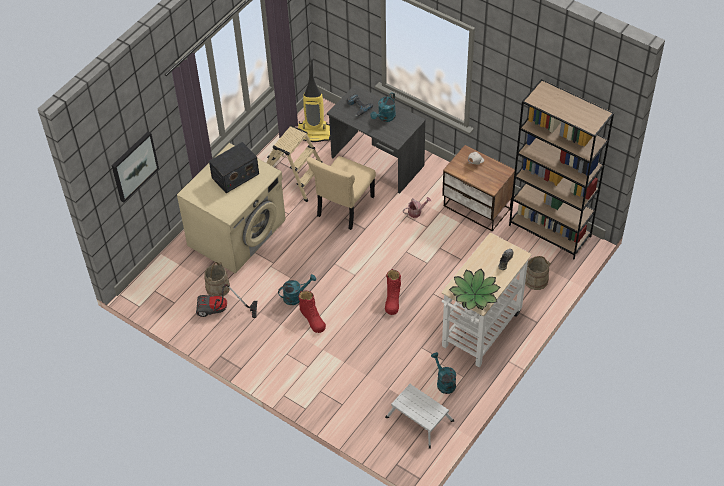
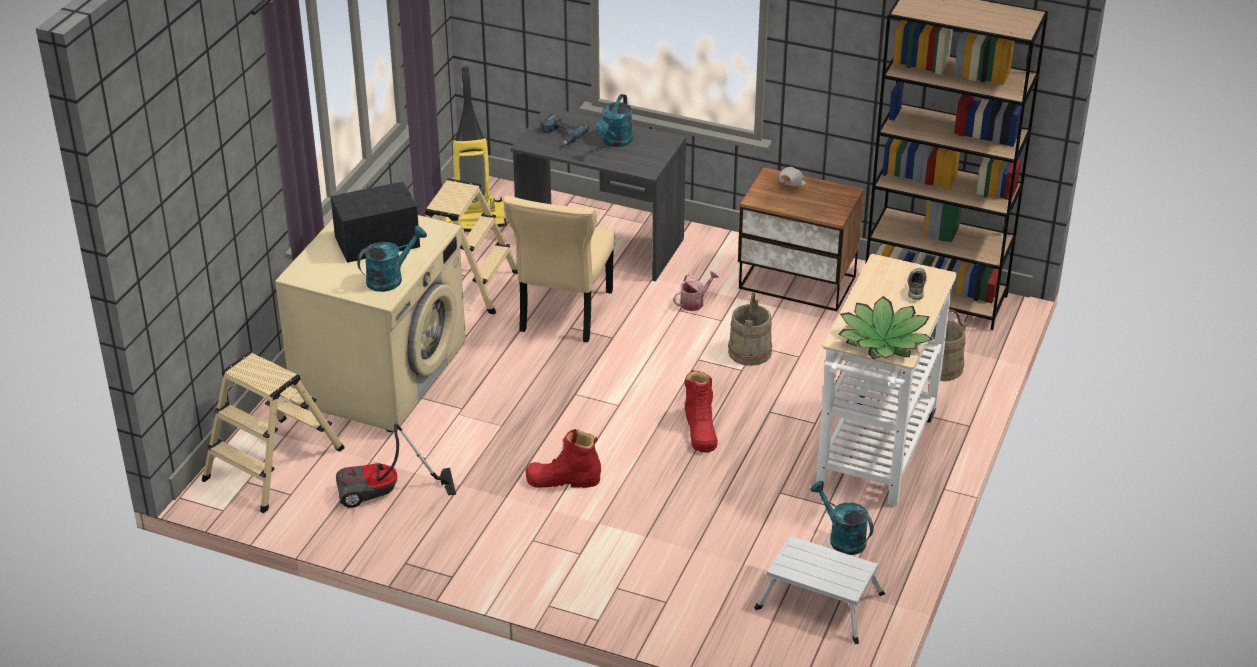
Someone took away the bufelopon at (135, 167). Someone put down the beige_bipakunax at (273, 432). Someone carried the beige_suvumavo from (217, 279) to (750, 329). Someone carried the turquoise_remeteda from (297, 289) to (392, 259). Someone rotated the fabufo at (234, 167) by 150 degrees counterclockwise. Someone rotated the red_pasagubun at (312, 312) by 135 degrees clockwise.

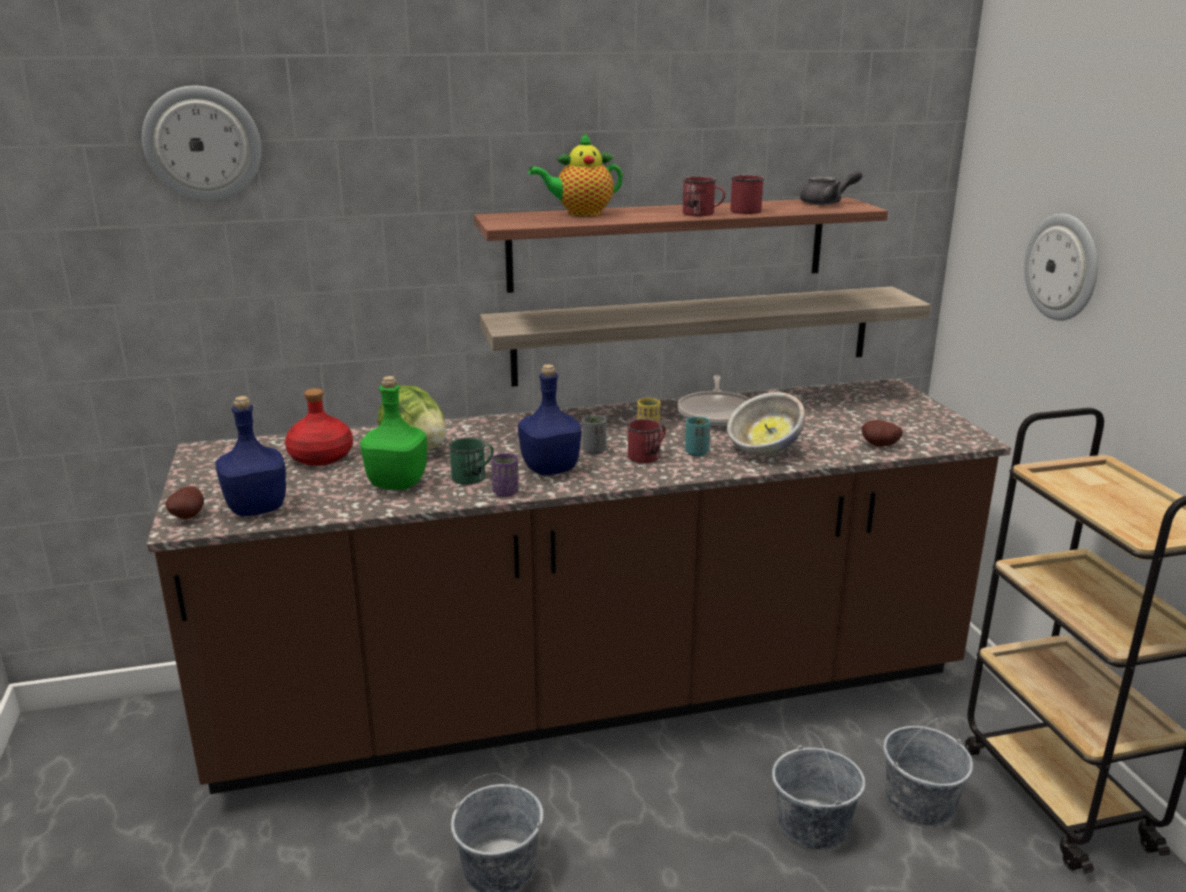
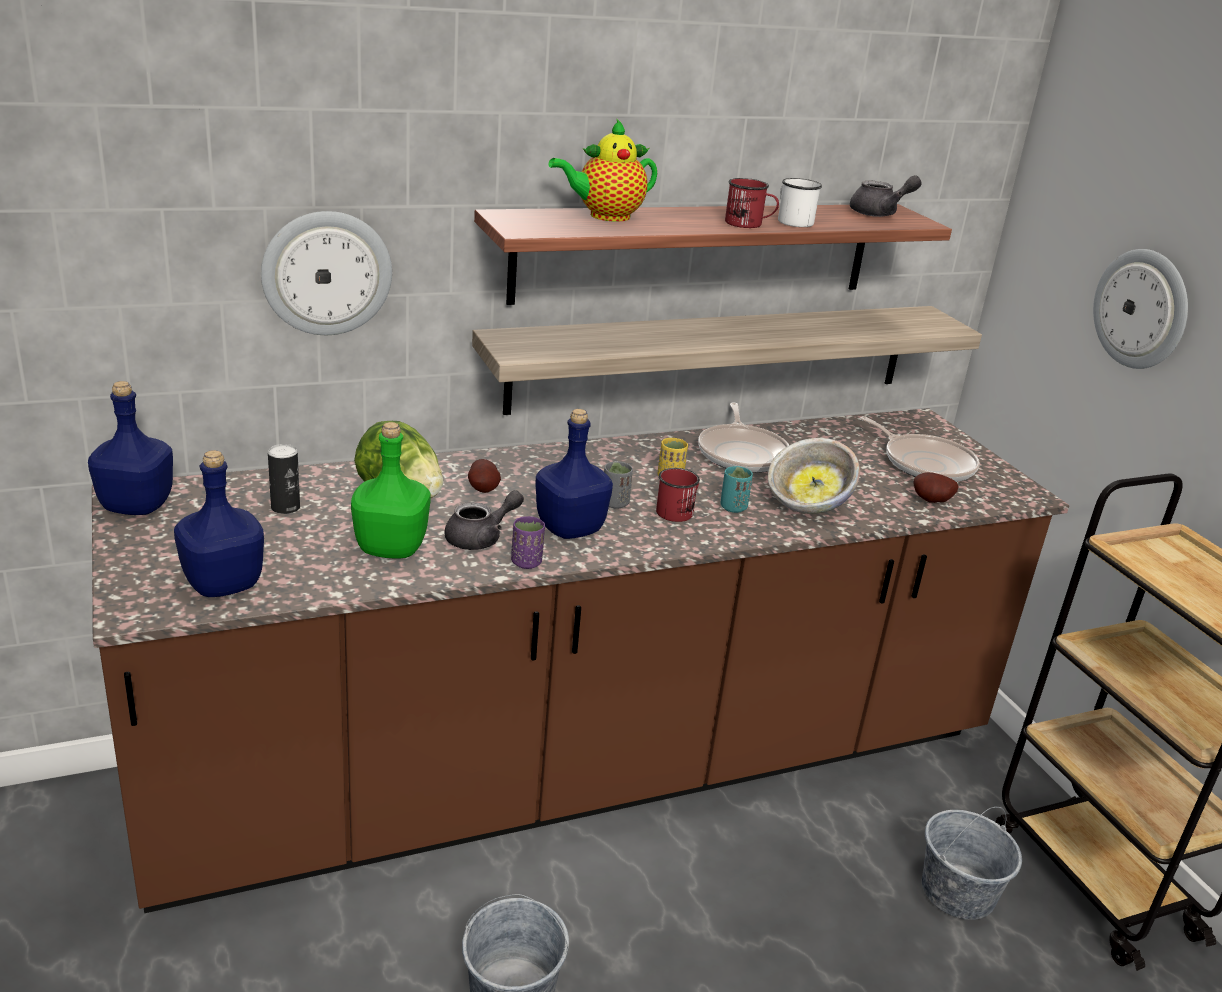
Someone took away the grey_suvumavo at (819, 790). Someone put down the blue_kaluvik at (130, 448). Someone put down the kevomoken at (920, 449). Someone carried the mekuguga from (202, 144) to (326, 273). Someone carried the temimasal from (185, 502) to (484, 476). Someone swapped the red_kaluvik at (319, 427) for the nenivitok at (284, 479). Someone swapped the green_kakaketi at (471, 460) for the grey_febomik at (484, 520). Someone repainted the red_kakaketi at (747, 194), which became the white_kakaketi at (800, 202).

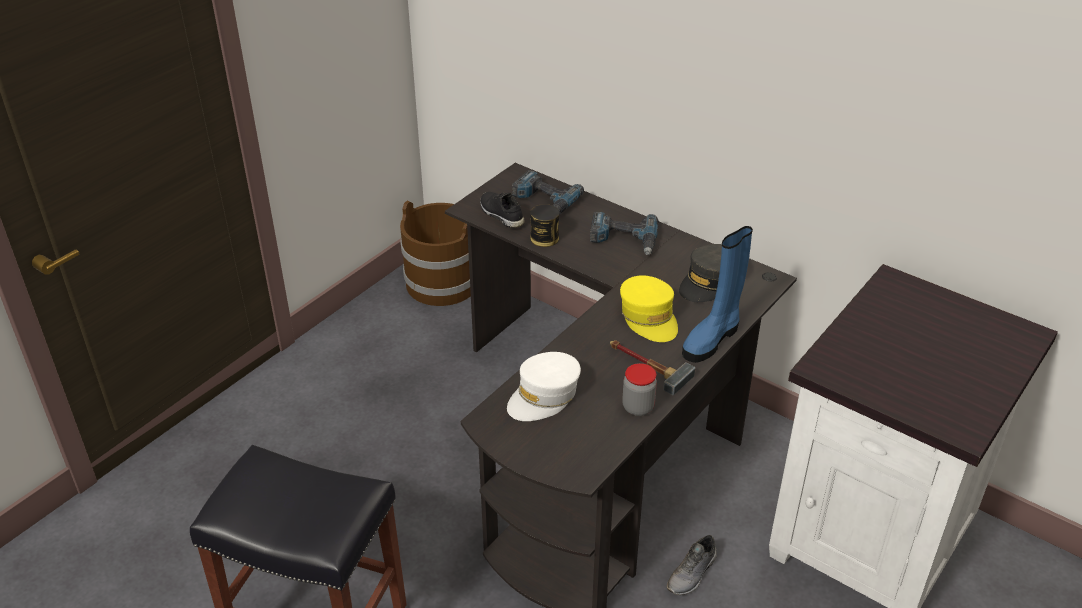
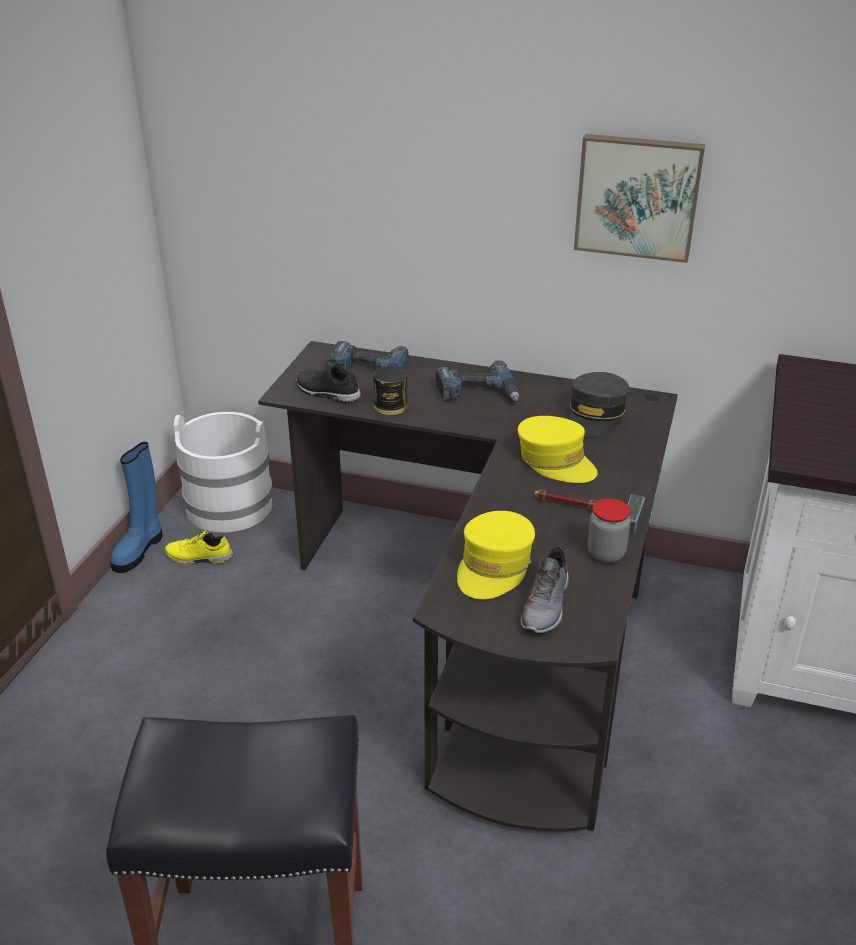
Someone put down the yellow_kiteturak at (199, 547). Someone put up the bufelopon at (639, 198). Someone carried the grey_kiteturak from (692, 565) to (544, 589). Someone carried the blue_pasagubun from (717, 294) to (136, 507). Someone repainted the brown_suvumavo at (435, 253), which became the white_suvumavo at (223, 472). Someone repainted the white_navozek at (544, 386), which became the yellow_navozek at (496, 555).

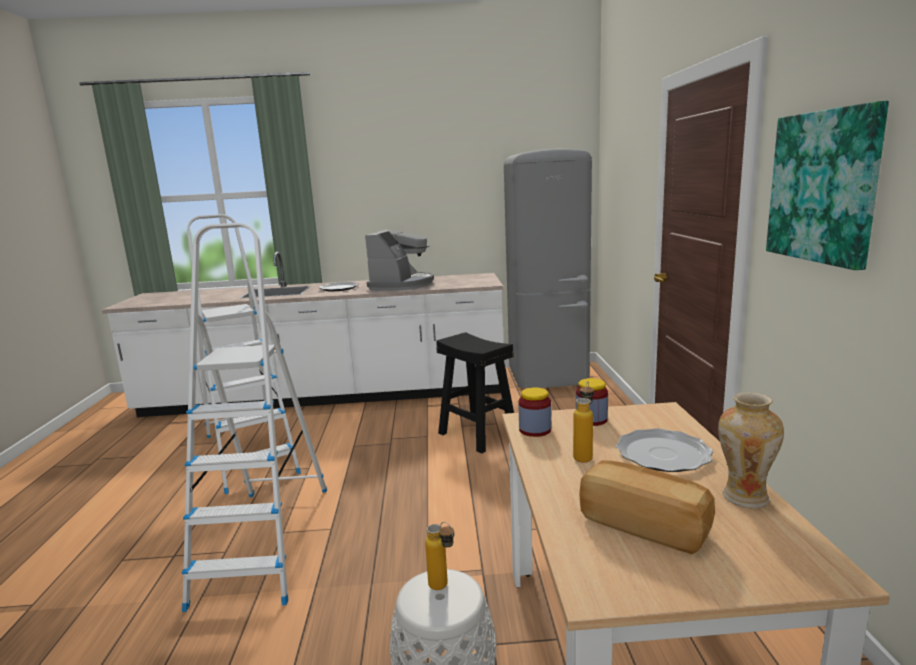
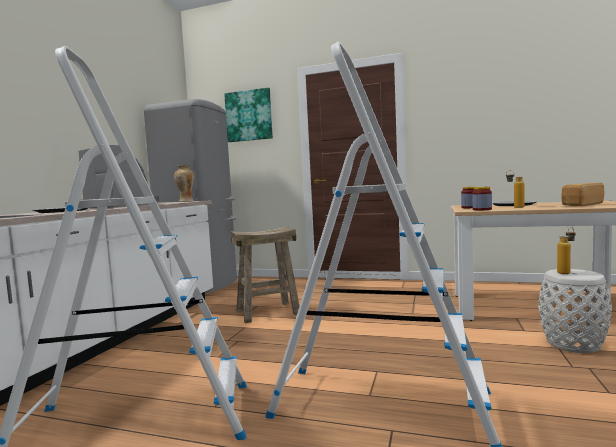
Someone carried the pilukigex from (751, 450) to (184, 183). Someone carried the bufelopon from (827, 185) to (248, 115). Someone repainted the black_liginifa at (475, 393), which became the beige_liginifa at (265, 275).

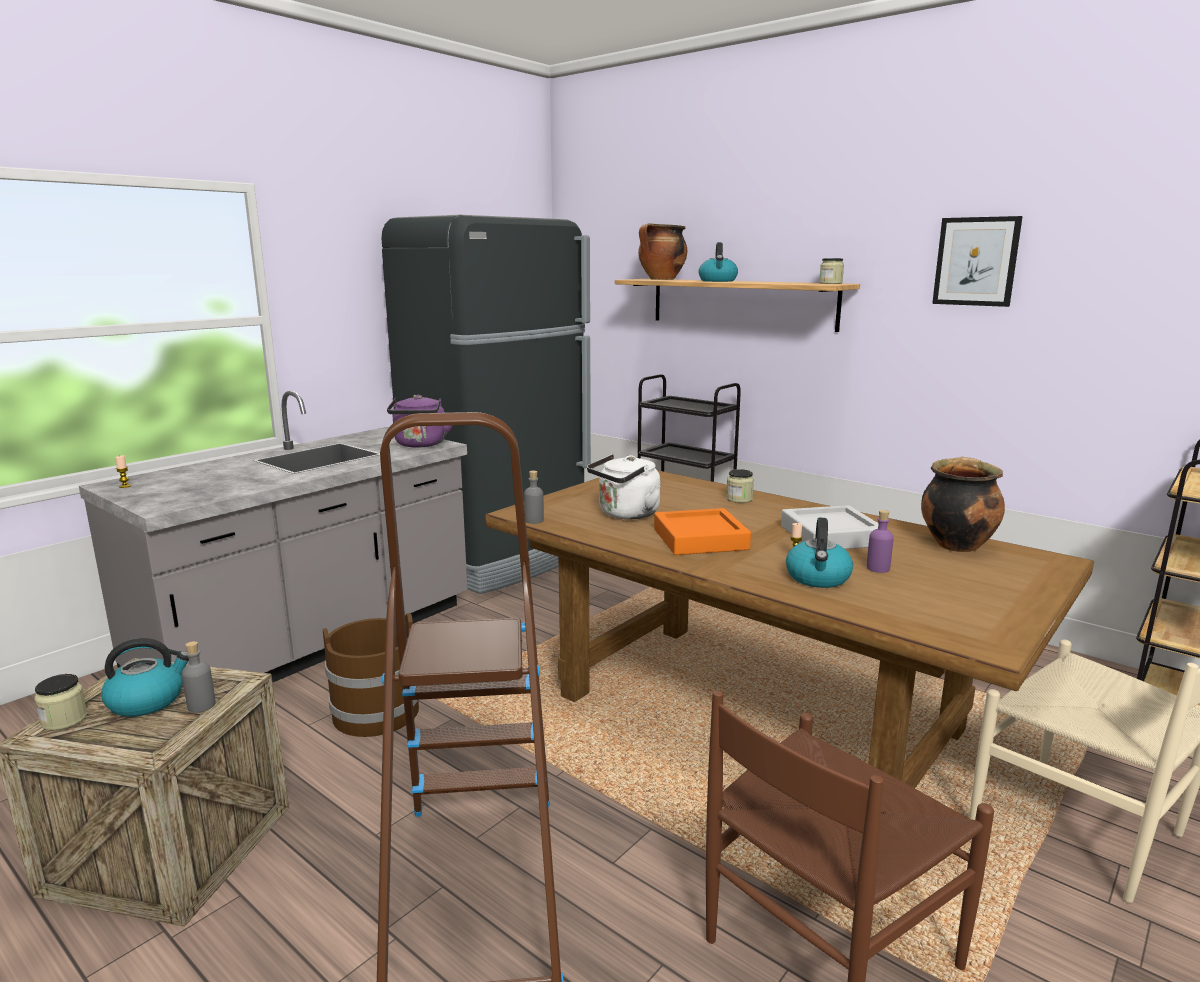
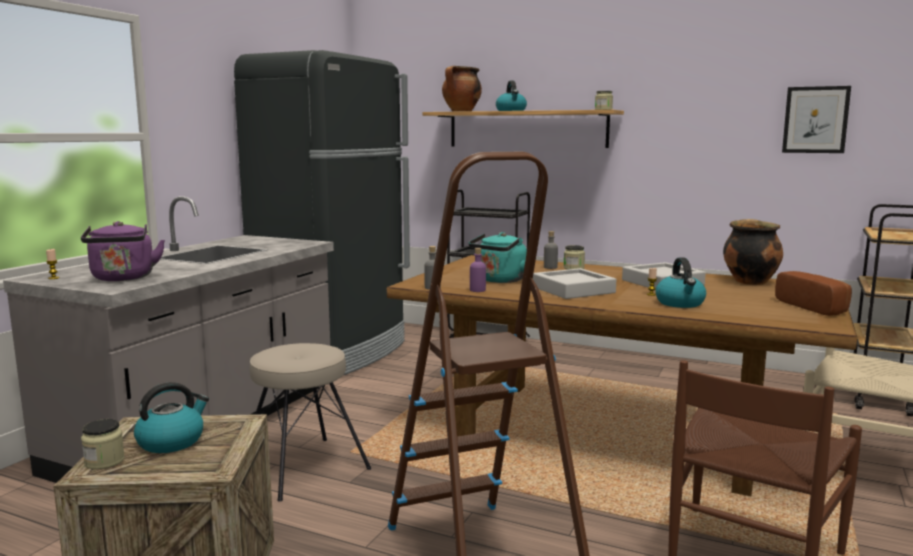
Someone put down the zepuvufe at (813, 293). Someone carried the grey_kaluvik from (199, 676) to (551, 250). Someone carried the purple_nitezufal from (421, 421) to (123, 251). Someone carried the purple_kaluvik from (880, 541) to (478, 270). Someone carried the bufelopon from (977, 261) to (816, 119). Someone swapped the brown_suvumavo at (371, 675) for the beige_liginifa at (310, 422). Someone repainted the white_nitezufal at (624, 486), which became the turquoise_nitezufal at (498, 257). Someone repainted the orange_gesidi at (702, 531), which became the grey_gesidi at (574, 283).

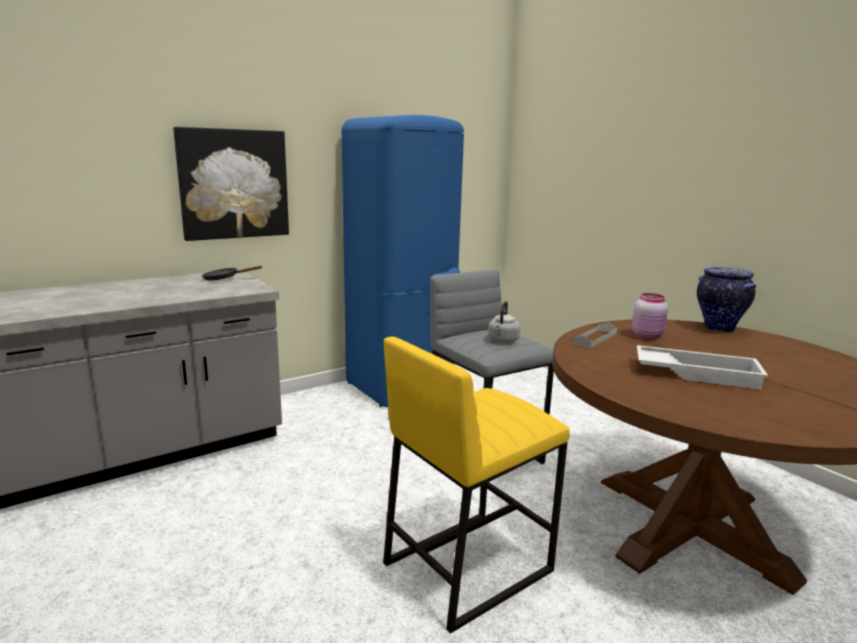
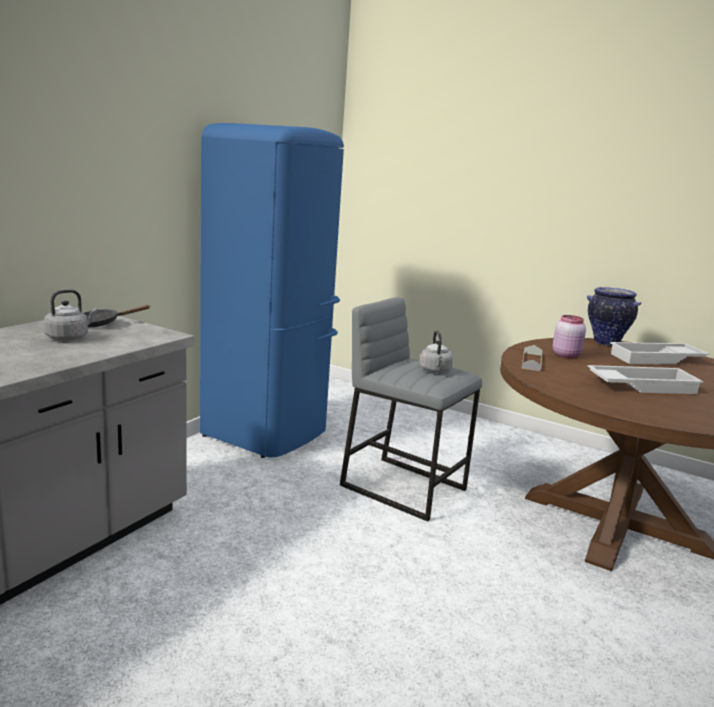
Someone took away the bufelopon at (231, 184). Someone took away the yellow_liginifa at (476, 485). Someone put down the grey_nitezufal at (71, 315). Someone put down the white_gesidi at (660, 353).

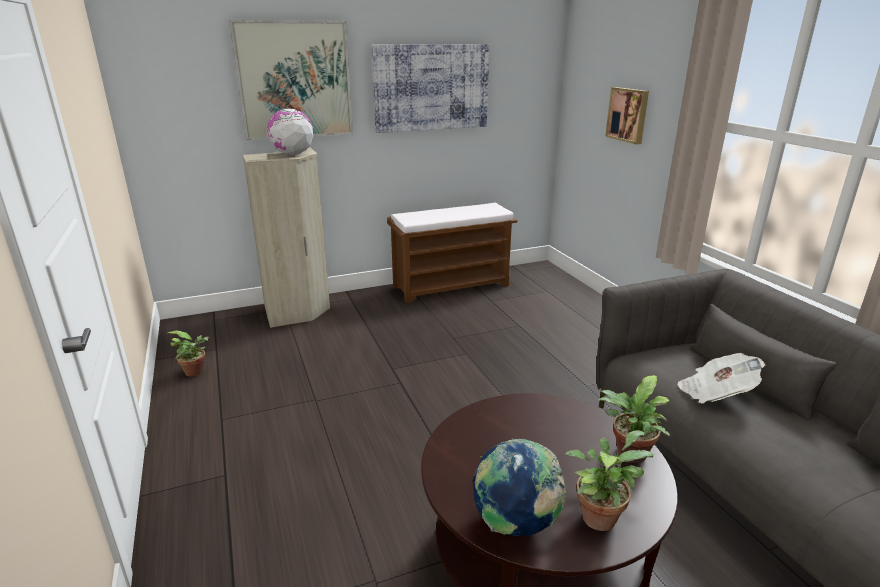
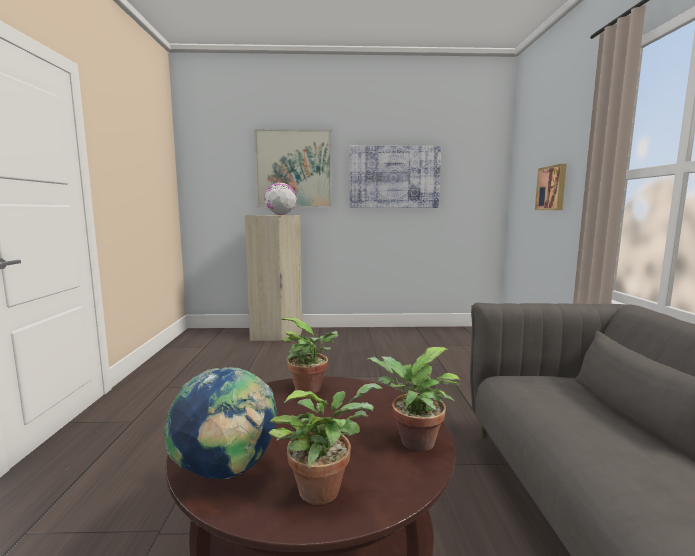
Someone took away the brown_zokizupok at (452, 253). Someone took away the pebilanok at (721, 378). Someone carried the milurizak from (188, 353) to (309, 355).

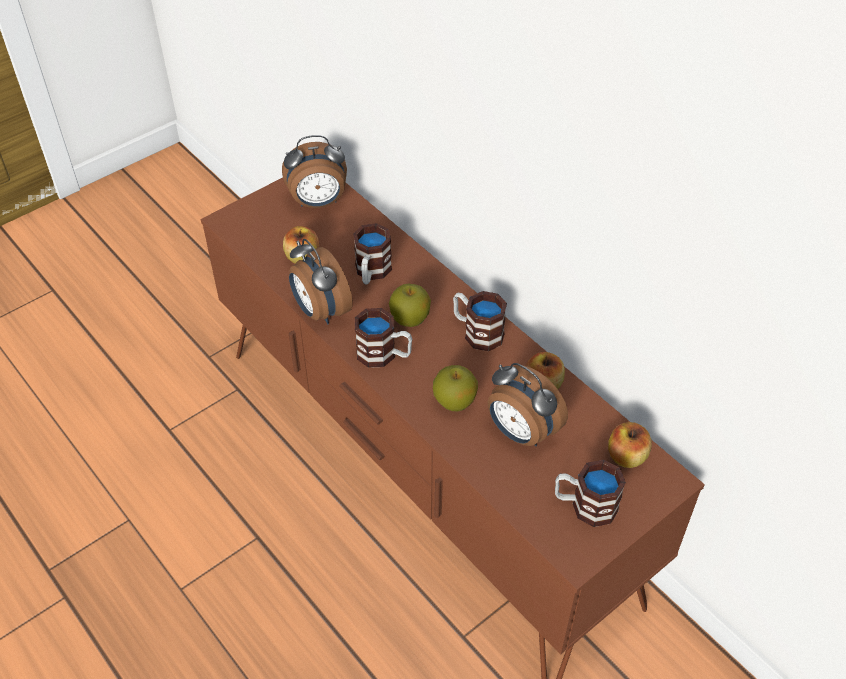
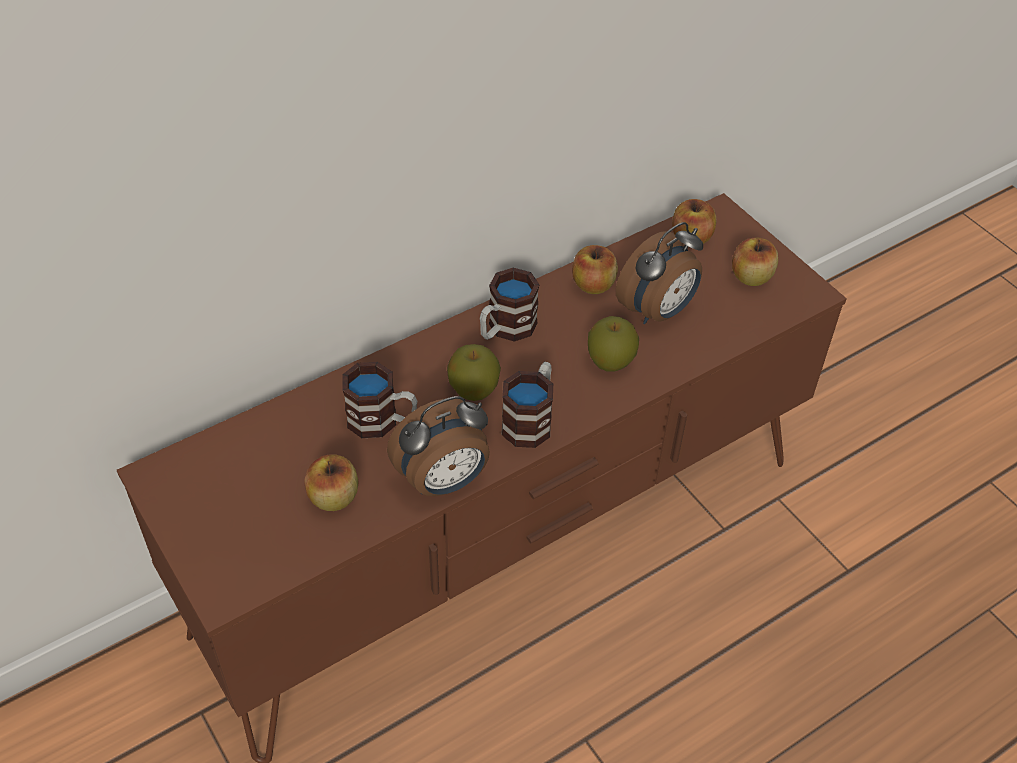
Someone took away the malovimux at (314, 171). Someone swapped the kakaketi at (590, 493) for the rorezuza at (755, 261).

